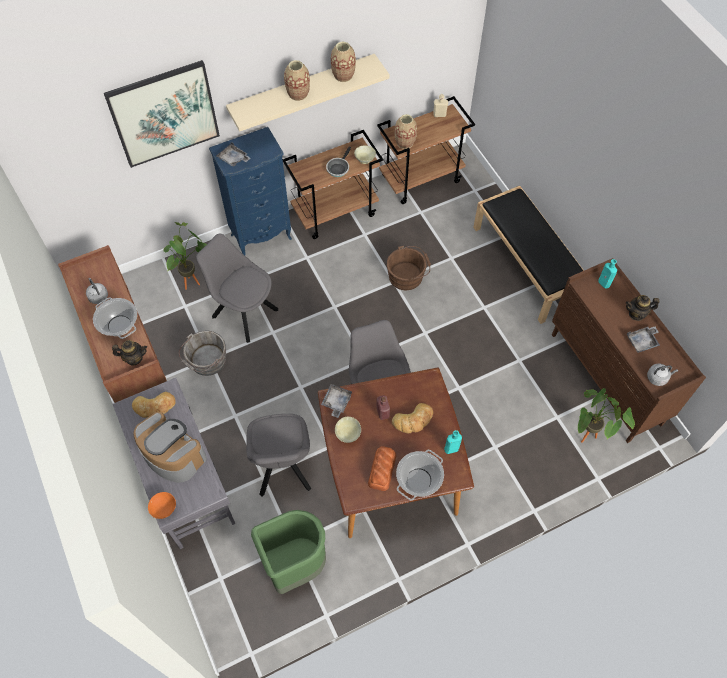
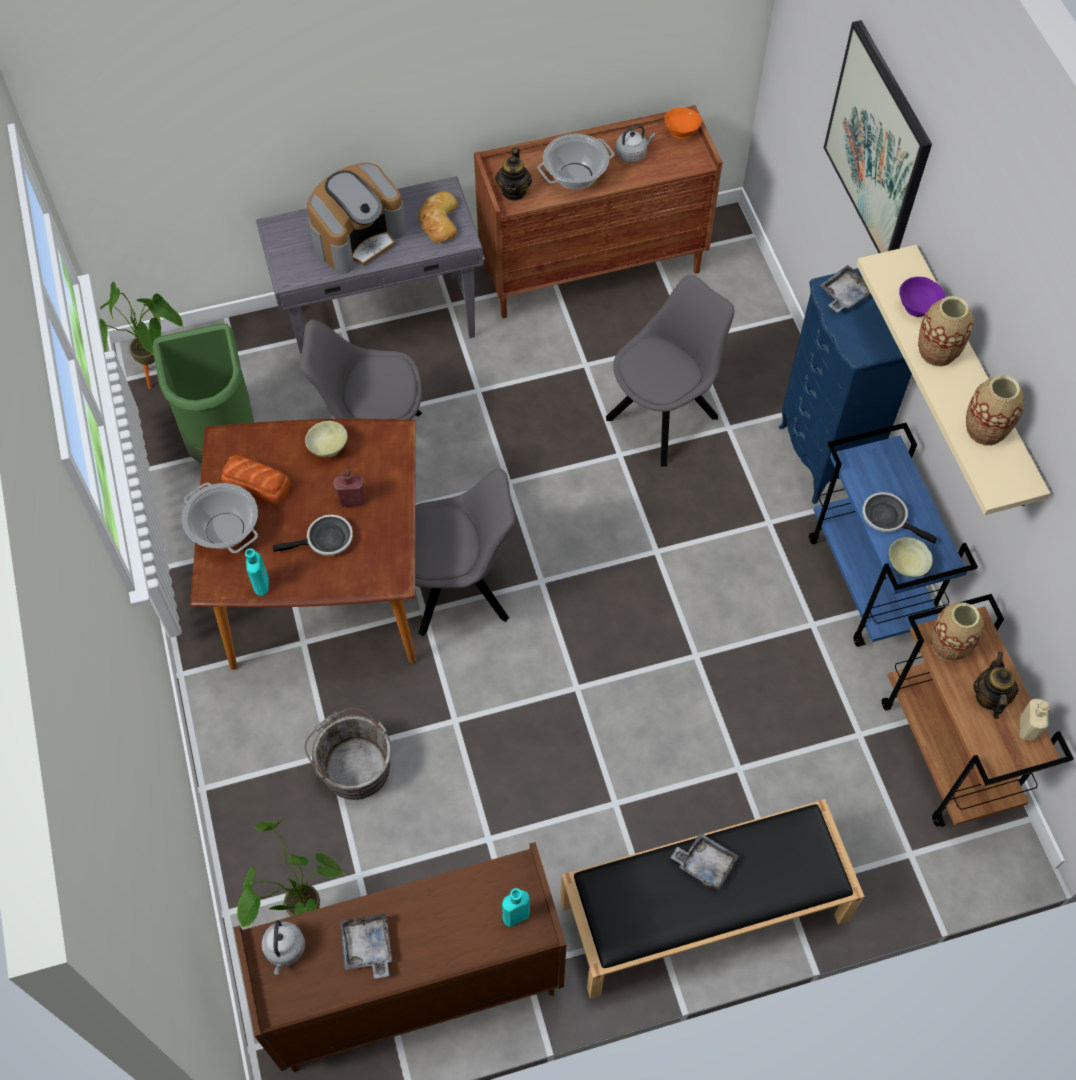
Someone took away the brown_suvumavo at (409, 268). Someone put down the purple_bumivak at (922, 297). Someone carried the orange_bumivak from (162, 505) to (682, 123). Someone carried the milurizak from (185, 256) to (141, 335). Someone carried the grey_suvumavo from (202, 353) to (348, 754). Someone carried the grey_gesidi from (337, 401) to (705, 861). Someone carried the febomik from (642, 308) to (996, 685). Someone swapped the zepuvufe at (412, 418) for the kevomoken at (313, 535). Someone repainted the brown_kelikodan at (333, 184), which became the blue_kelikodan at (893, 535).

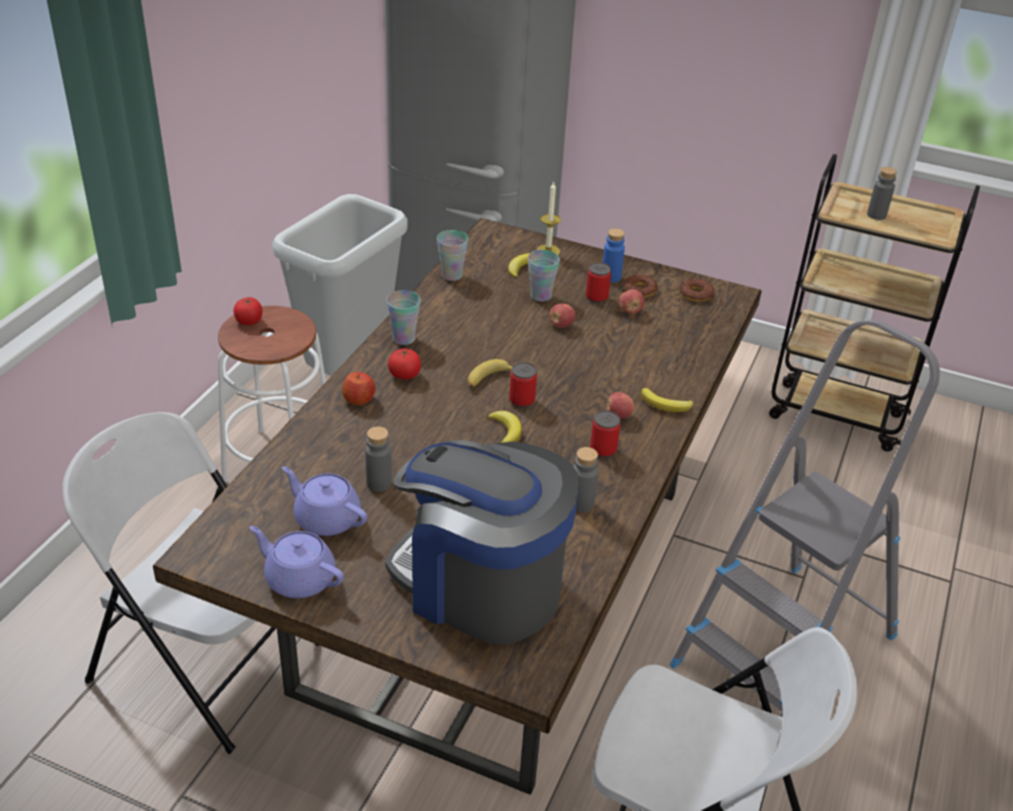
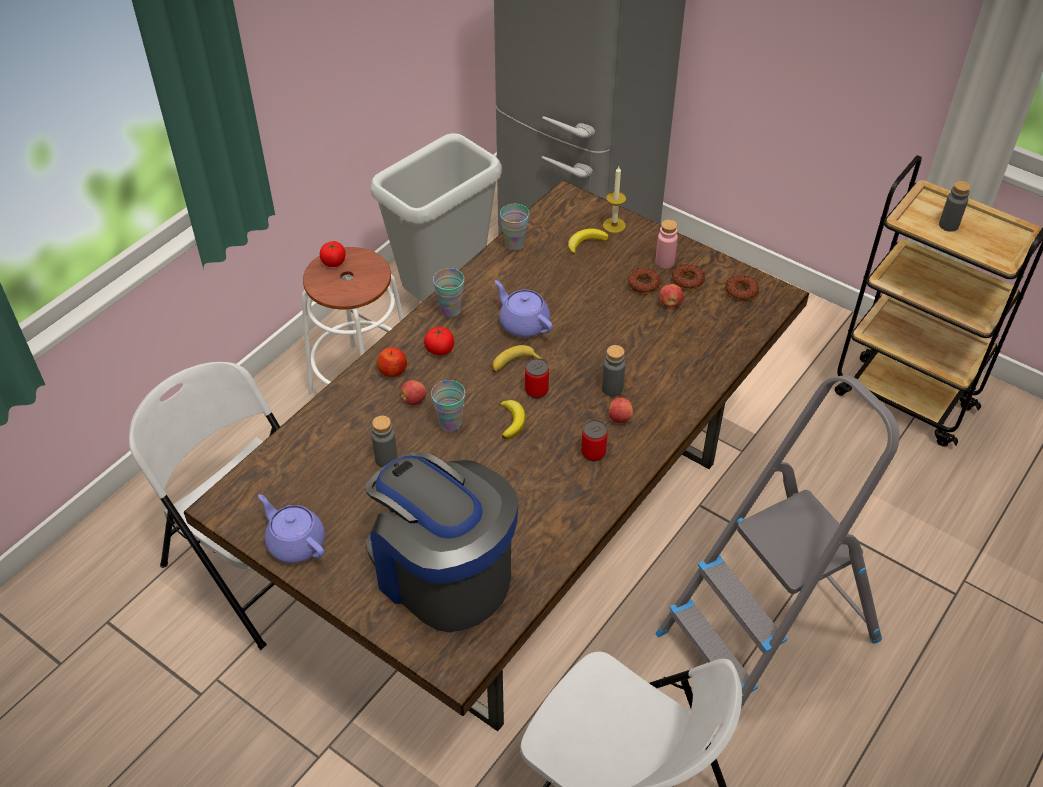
Someone took away the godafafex at (667, 400). Someone carried the purple_febomik from (324, 501) to (524, 308). Someone carried the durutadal from (544, 276) to (448, 406). Someone carried the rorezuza from (562, 316) to (413, 392). Someone carried the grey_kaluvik from (586, 480) to (613, 370). Someone swapped the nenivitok at (598, 282) for the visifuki at (644, 280). Someone repainted the blue_kaluvik at (614, 255), which became the pink_kaluvik at (666, 244).

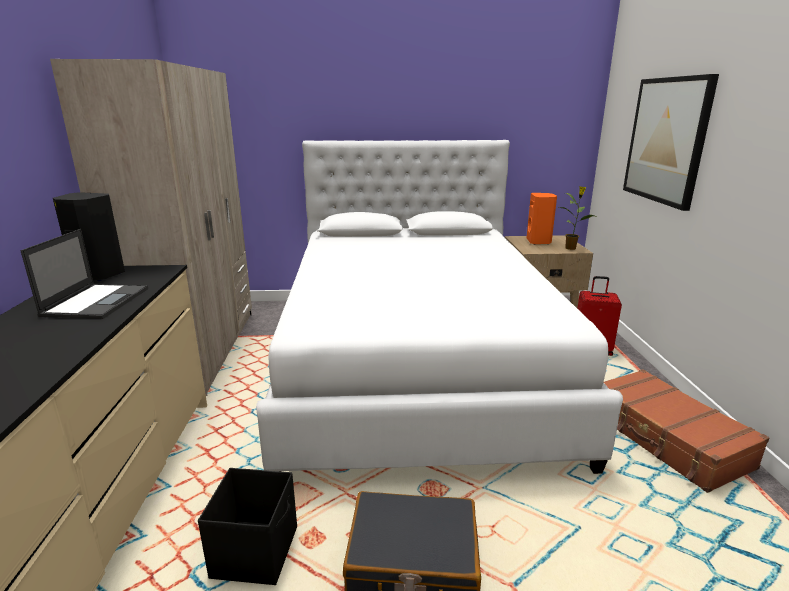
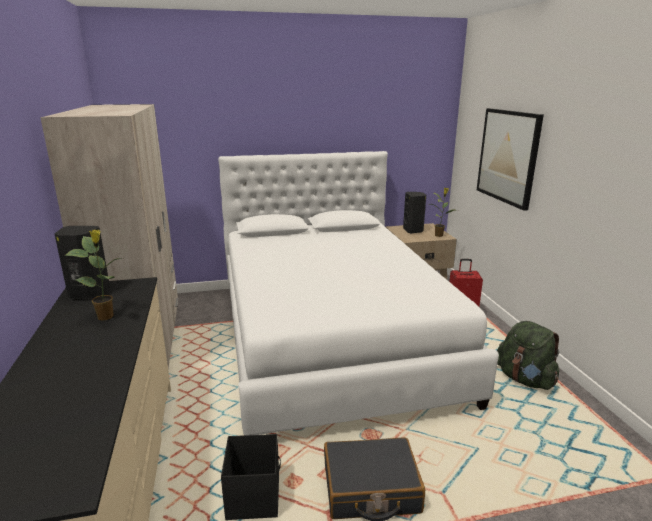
Someone swapped the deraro at (84, 274) for the milurizak at (93, 275). Someone swapped the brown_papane at (686, 431) for the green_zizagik at (528, 355). Someone repainted the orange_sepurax at (542, 219), which became the black_sepurax at (414, 213).

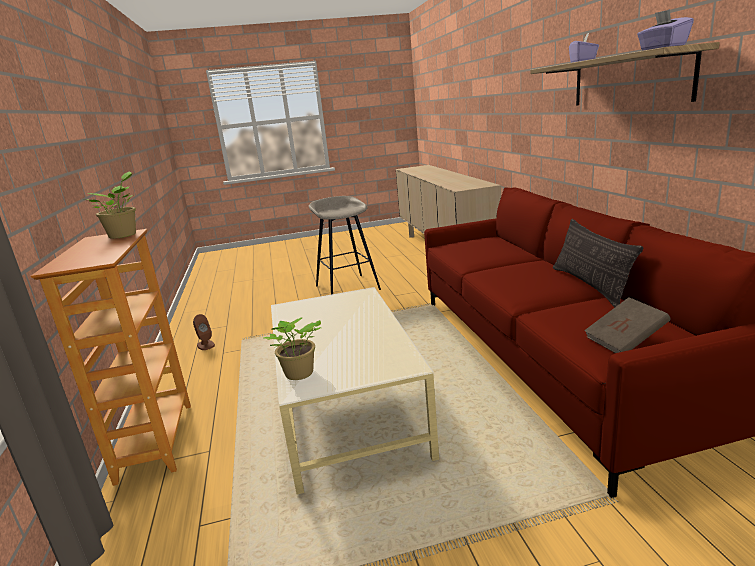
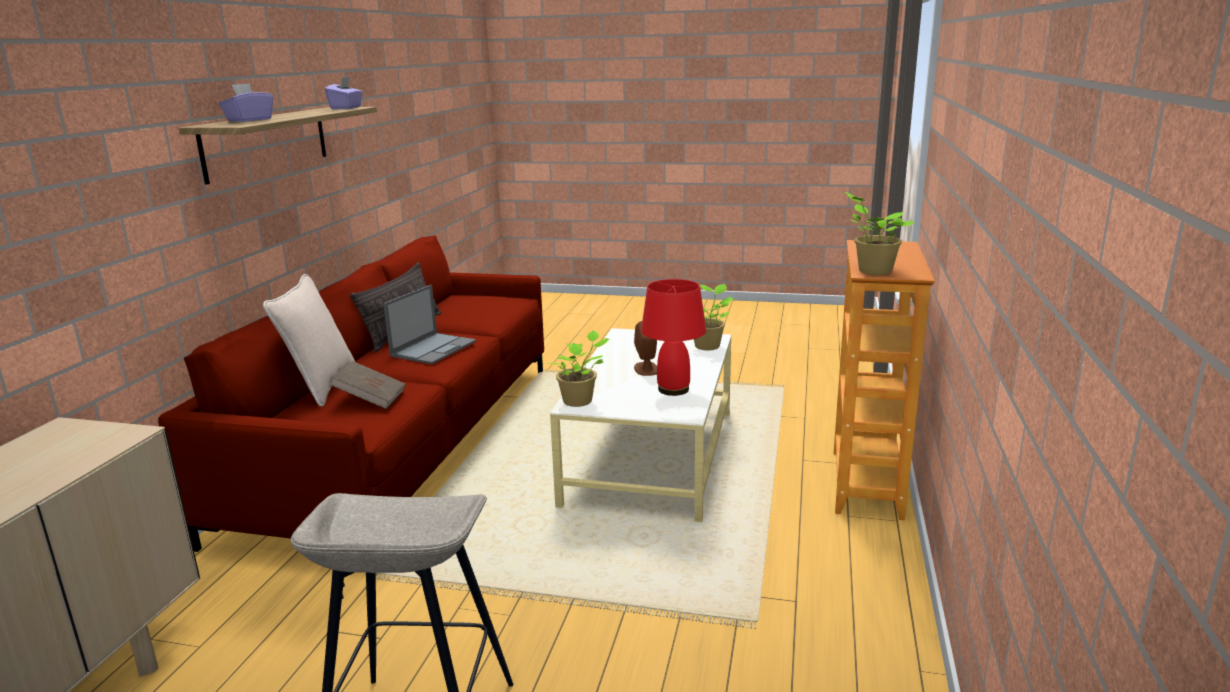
Someone put down the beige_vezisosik at (309, 340). Someone put down the deraro at (429, 324). Someone put down the milurizak at (578, 369). Someone put down the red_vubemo at (673, 337). Someone carried the brown_sepurax from (204, 332) to (645, 348). Someone carried the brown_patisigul from (627, 325) to (368, 385).

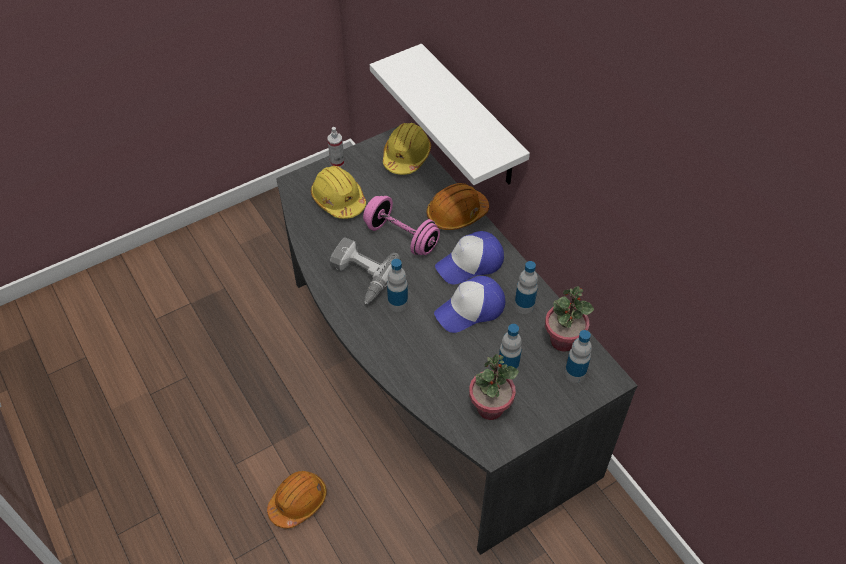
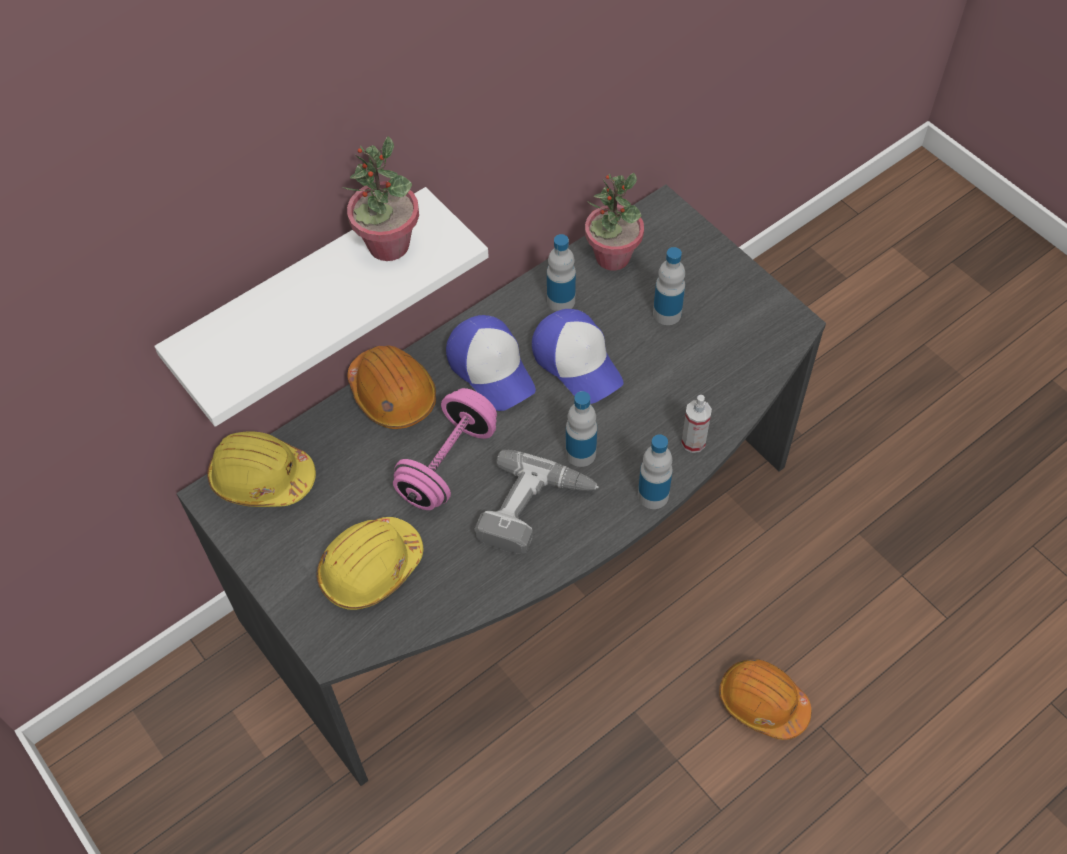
Someone carried the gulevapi from (335, 147) to (696, 424). Someone carried the milurizak from (494, 386) to (380, 198). Someone carried the kaluvik from (578, 356) to (655, 471).

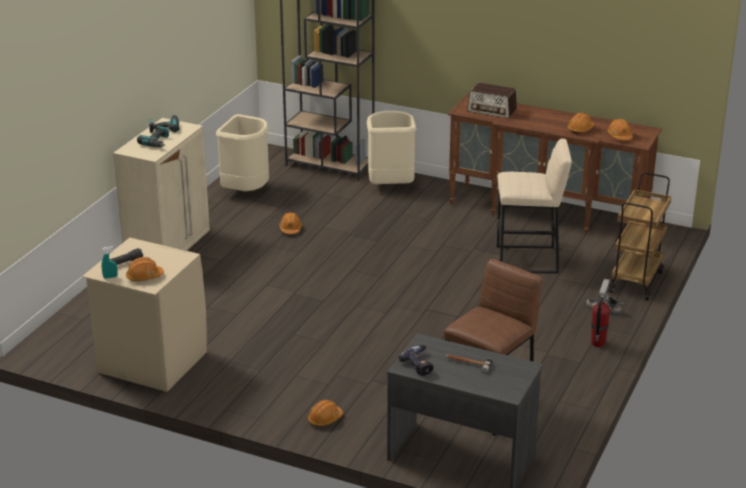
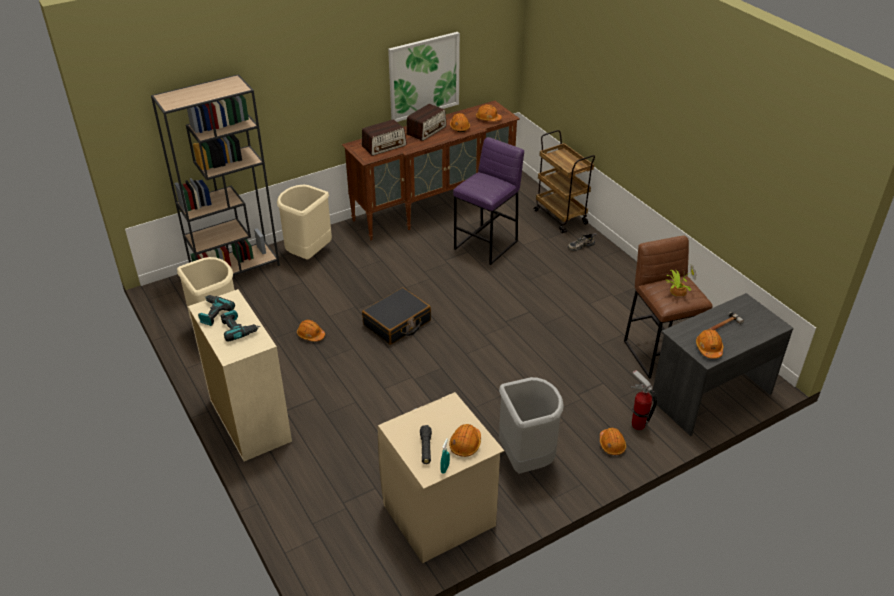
Someone put down the black_papane at (396, 316). Someone put up the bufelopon at (424, 77). Someone put down the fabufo at (426, 122). Someone put down the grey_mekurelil at (531, 425). Someone put down the milurizak at (681, 280). Someone carried the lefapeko from (600, 313) to (644, 400). Someone swapped the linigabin at (415, 360) for the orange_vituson at (709, 344). Someone repainted the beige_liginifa at (534, 206), which became the purple_liginifa at (488, 201).

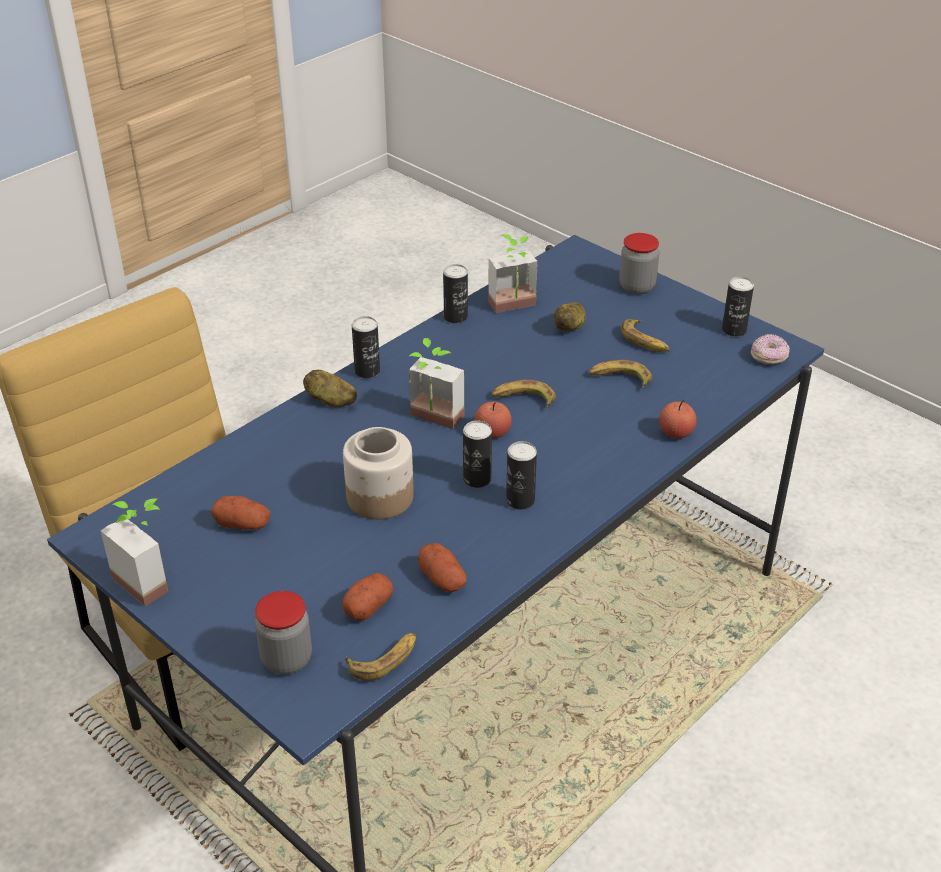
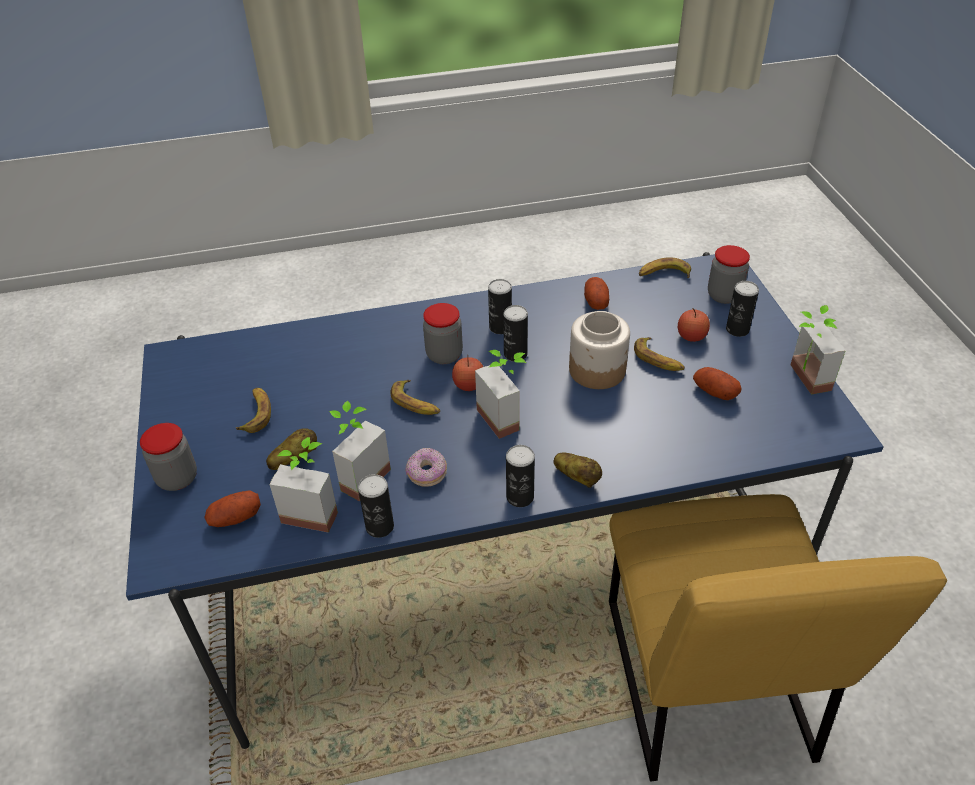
Someone put down the milurizak at (360, 451). Someone put down the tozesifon at (443, 333). Someone carried the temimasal from (367, 597) to (232, 508). Someone carried the godafafex from (620, 374) to (659, 354). Someone carried the rorezuza from (678, 419) to (694, 325). Someone carried the nenivitok from (738, 307) to (742, 309). Someone carried the visifuki from (770, 349) to (426, 467).

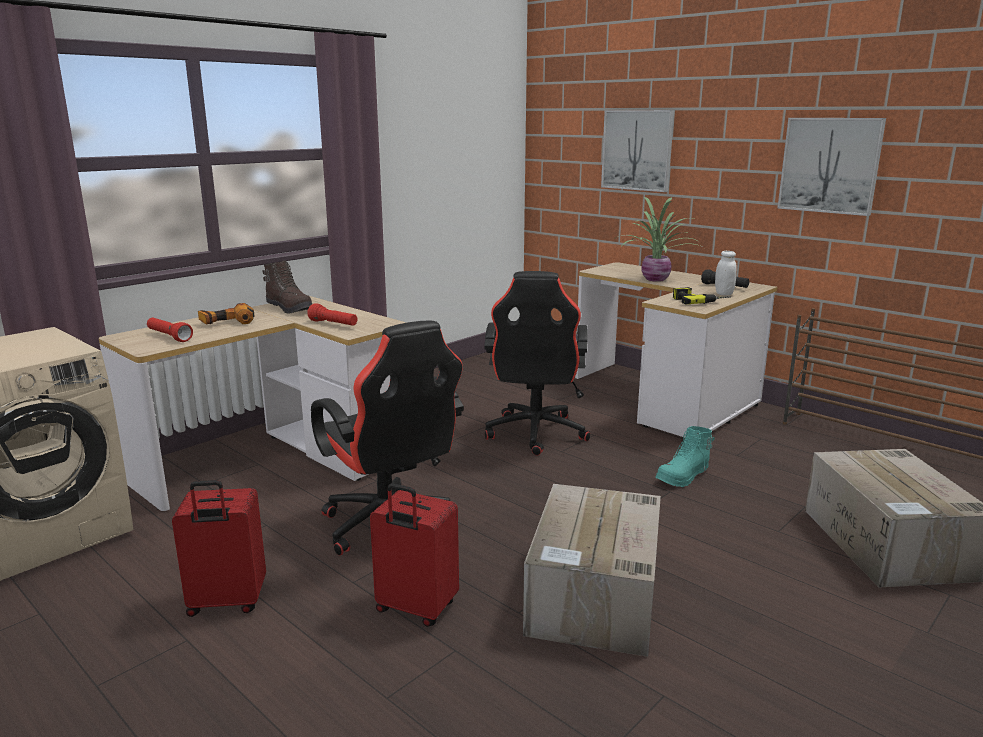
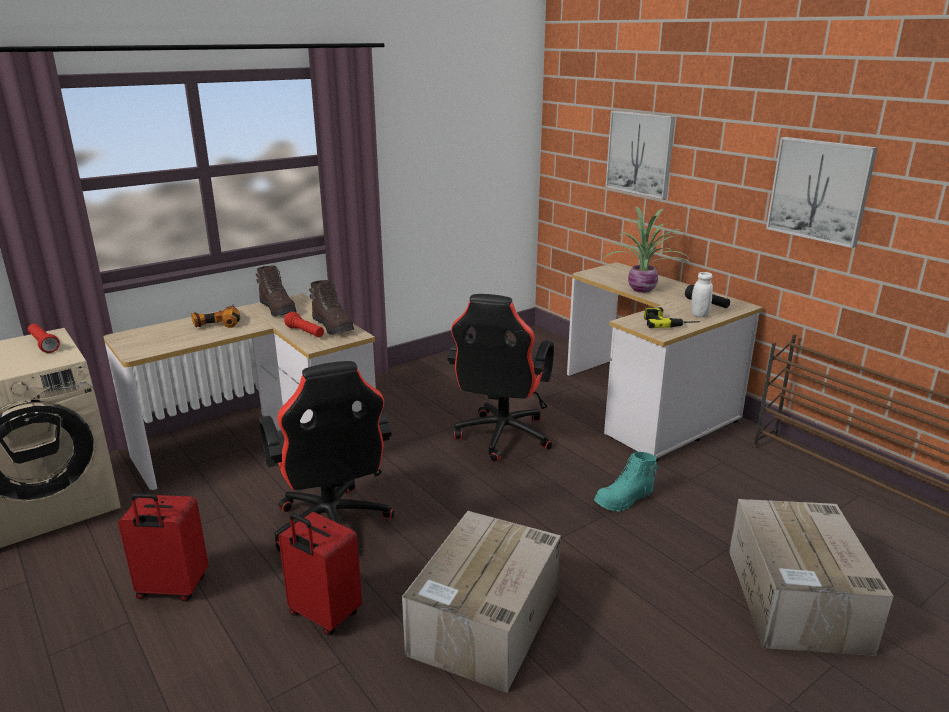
Someone put down the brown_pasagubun at (331, 307). Someone carried the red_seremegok from (170, 330) to (44, 338).

